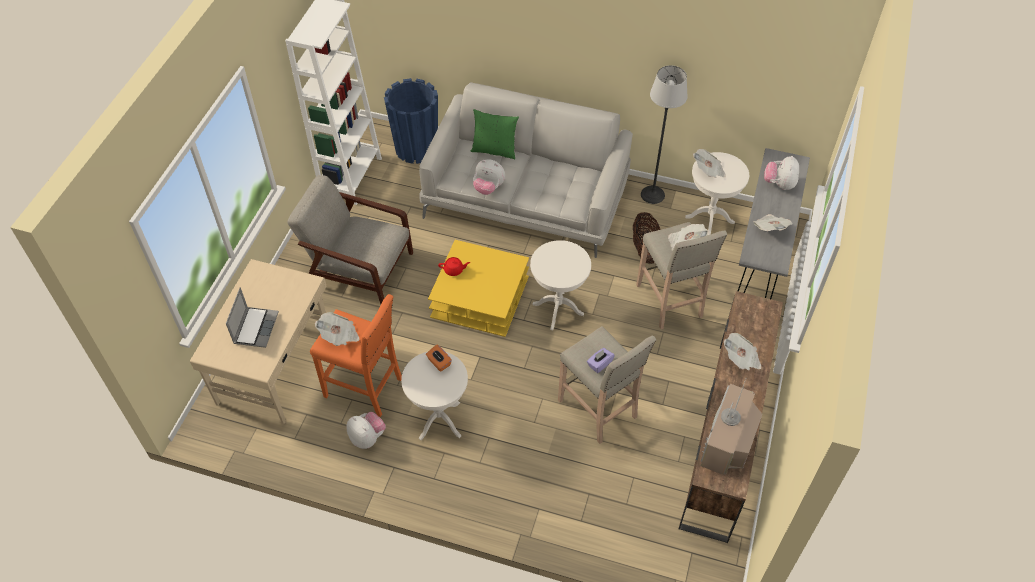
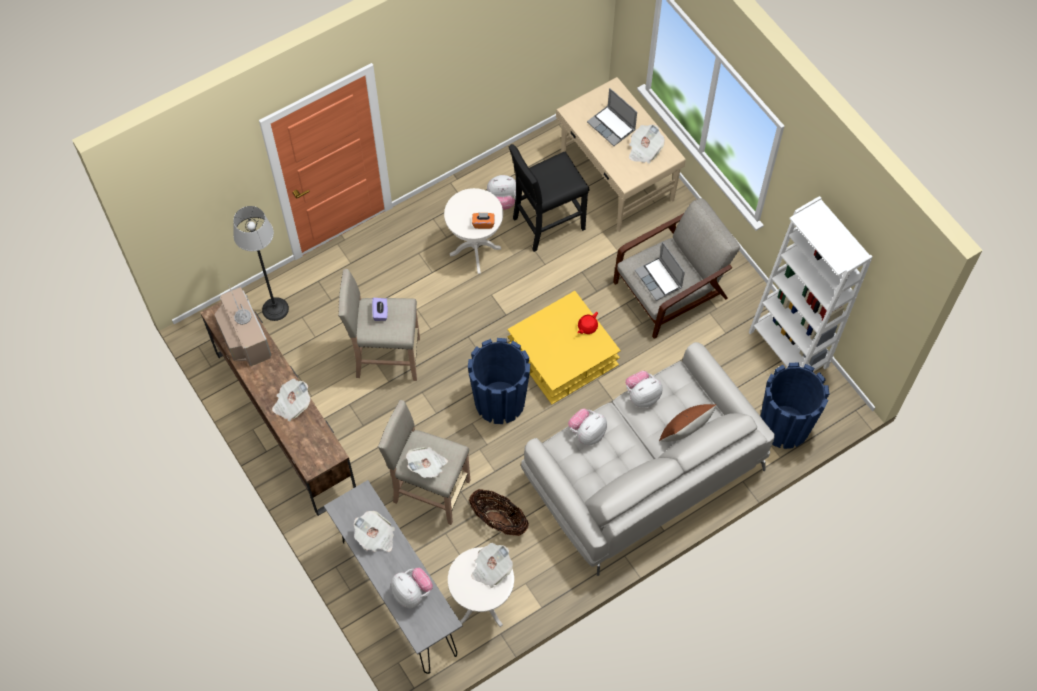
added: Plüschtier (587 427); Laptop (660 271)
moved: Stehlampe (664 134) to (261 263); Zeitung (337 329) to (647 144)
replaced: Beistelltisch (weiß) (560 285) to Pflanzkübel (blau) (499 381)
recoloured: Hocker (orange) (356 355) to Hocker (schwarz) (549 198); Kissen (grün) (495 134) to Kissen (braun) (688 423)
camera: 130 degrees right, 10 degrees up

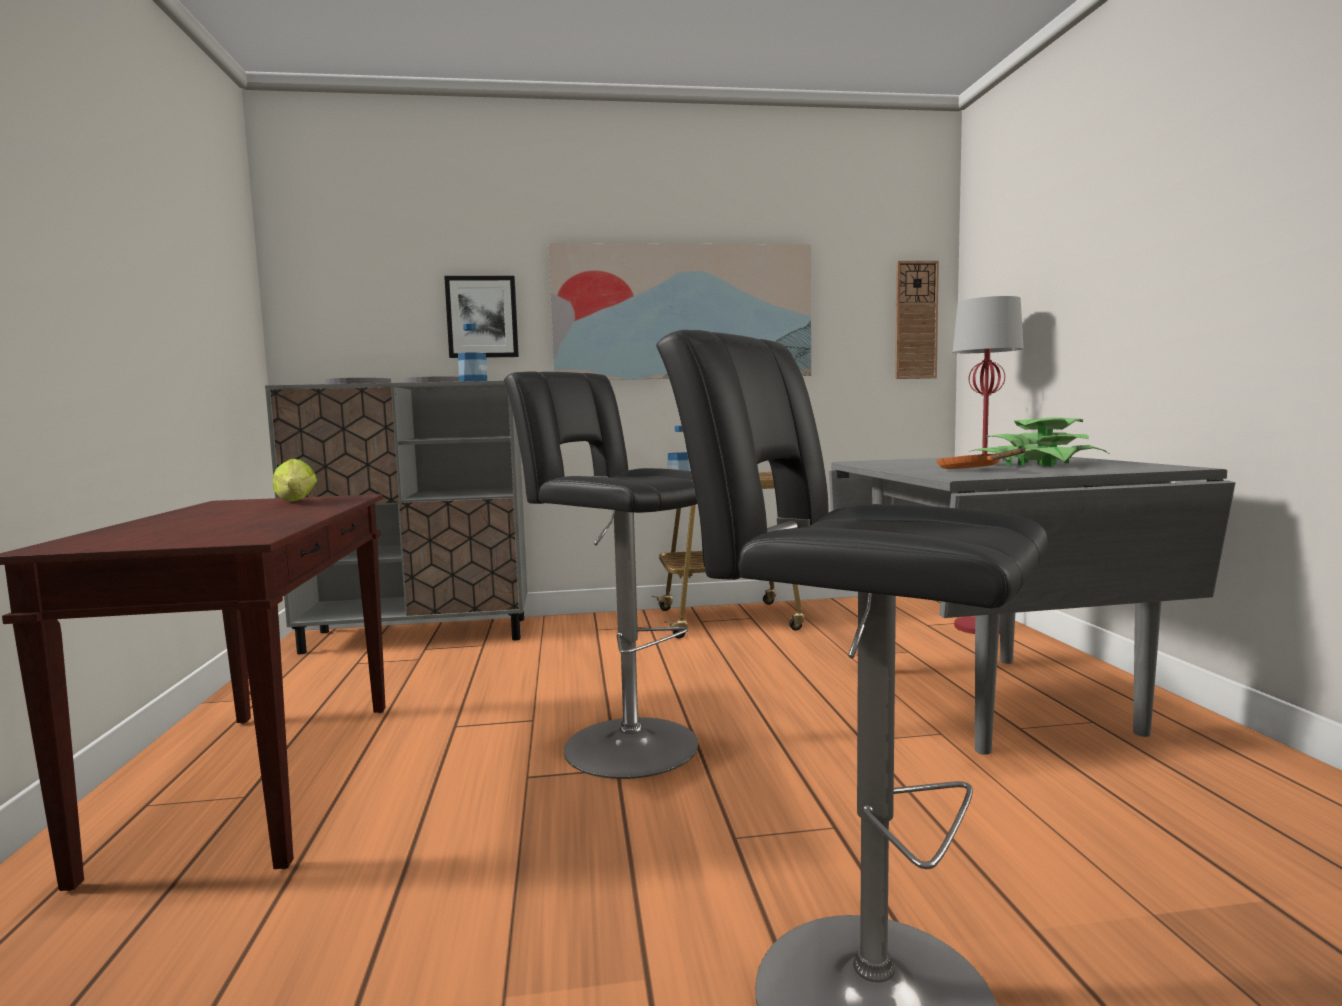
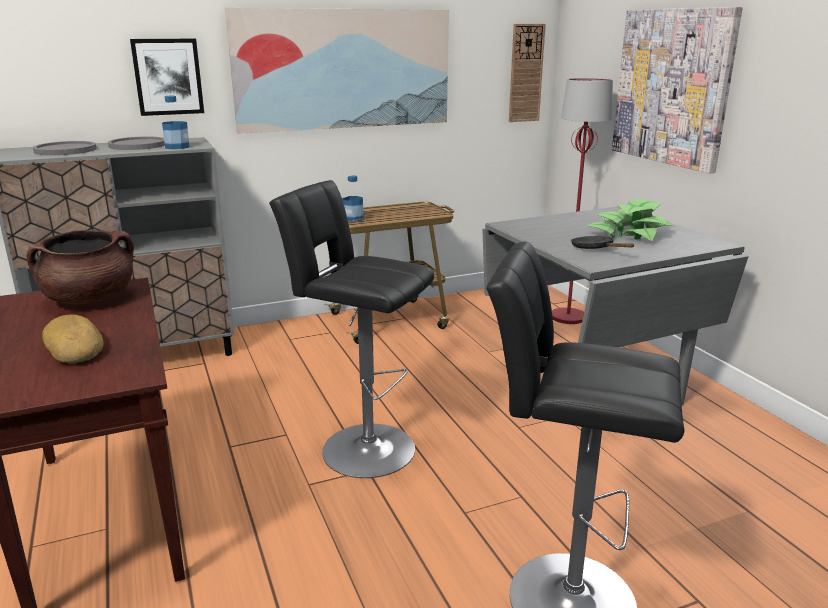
added: Brot (73 338); Bild (677 90)
replaced: Salatkopf (295 480) to Kochtopf (braun) (80 267)
recoloured: Pfanne (orange) (981 458) to Pfanne (schwarz) (602 242)
camera: 15 degrees left, 15 degrees up

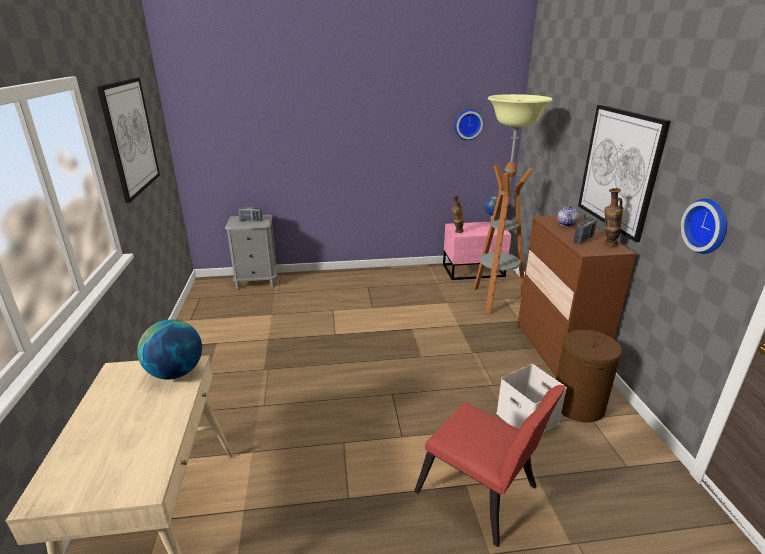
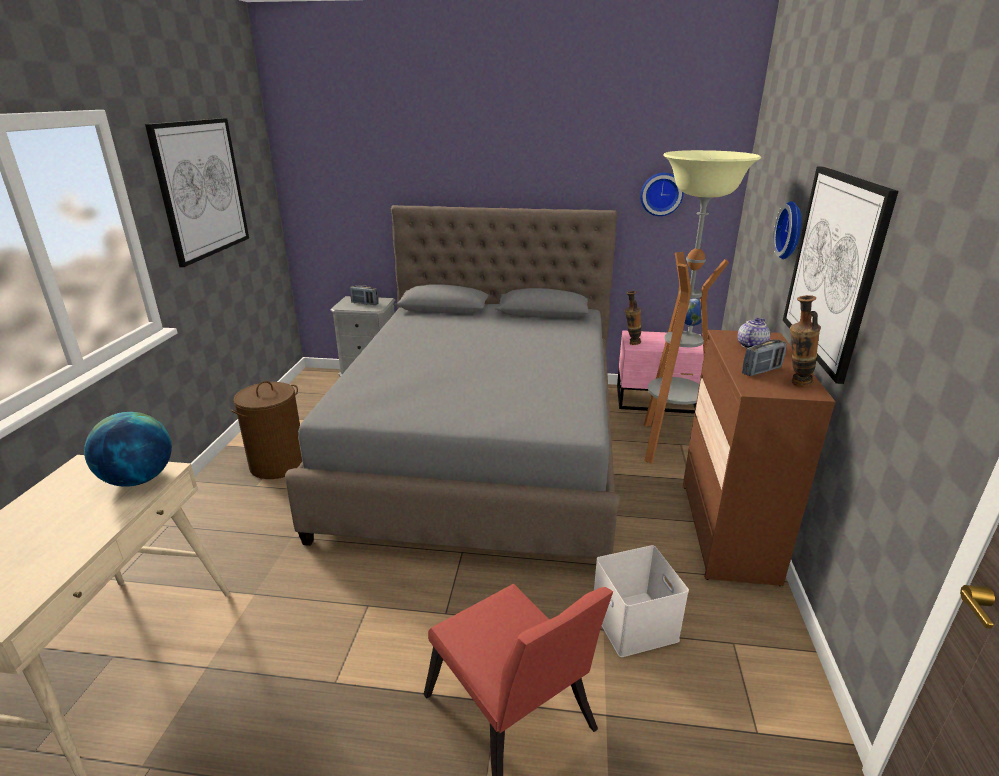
added: Bett (grau) (452 382)
moved: Wäschekorb (braun) (589 376) to (266 430); Wanduhr (704 226) to (787 230)
camera: 15 degrees right, 0 degrees up

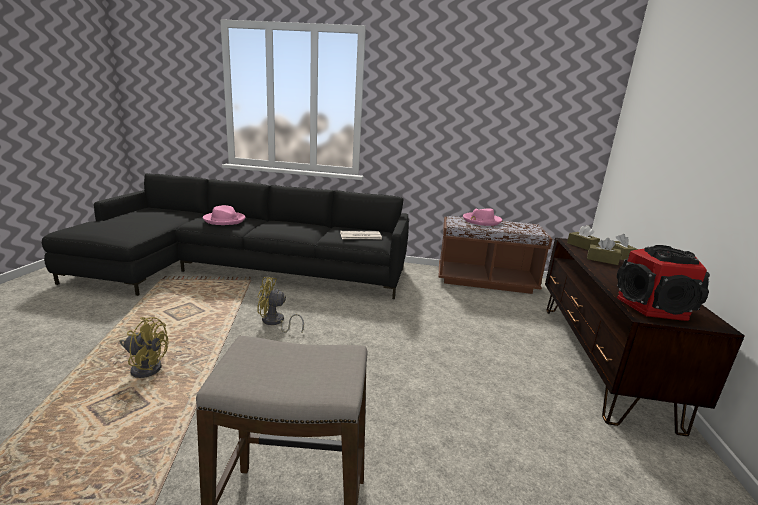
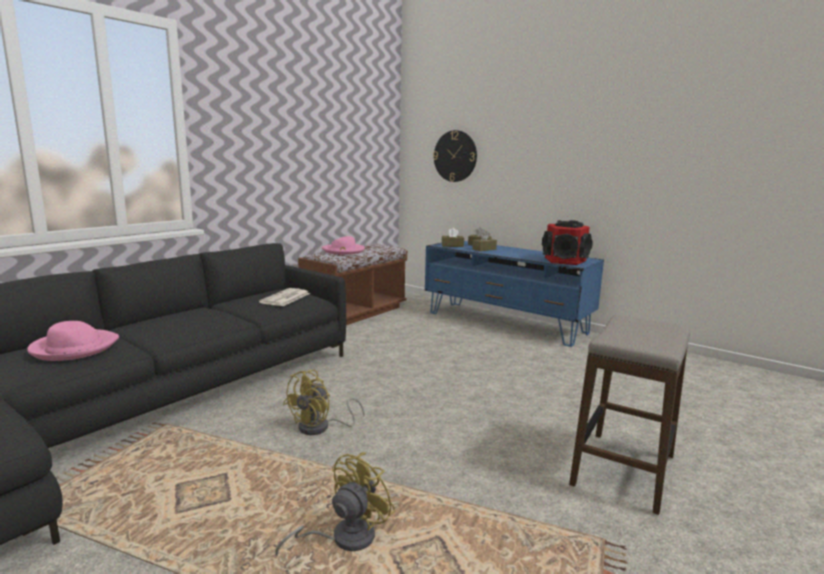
added: Wanduhr (455 156)
recoloured: Fernsehschrank (braun) (645 337) to Fernsehschrank (blau) (514 294)
camera: 60 degrees left, 5 degrees down

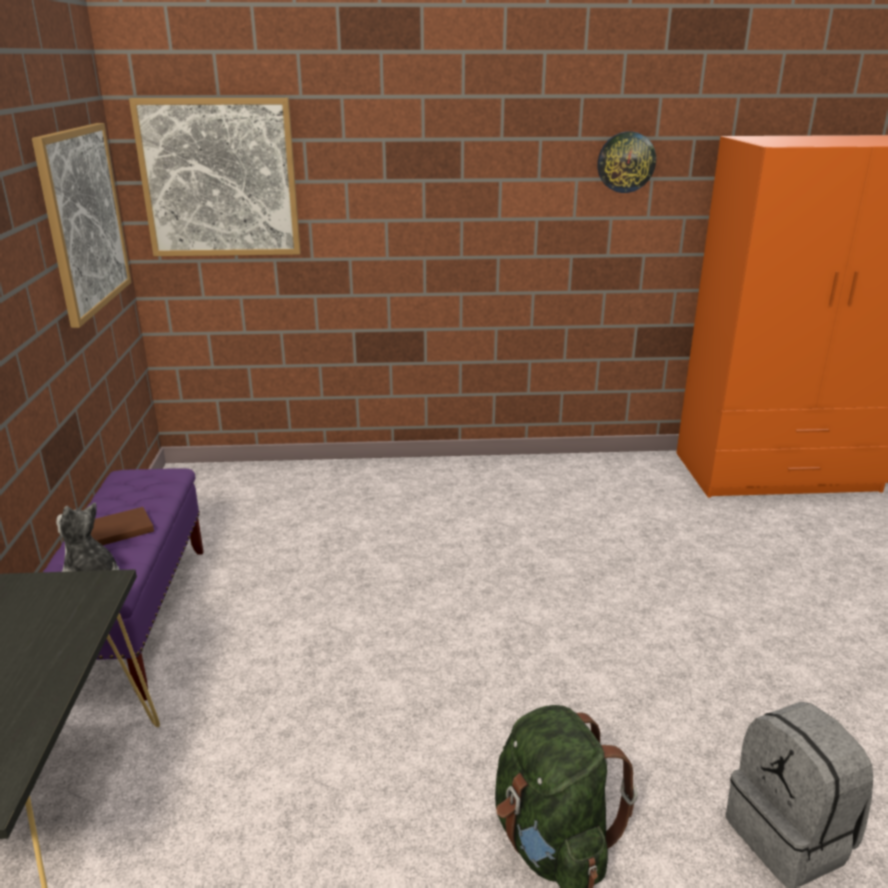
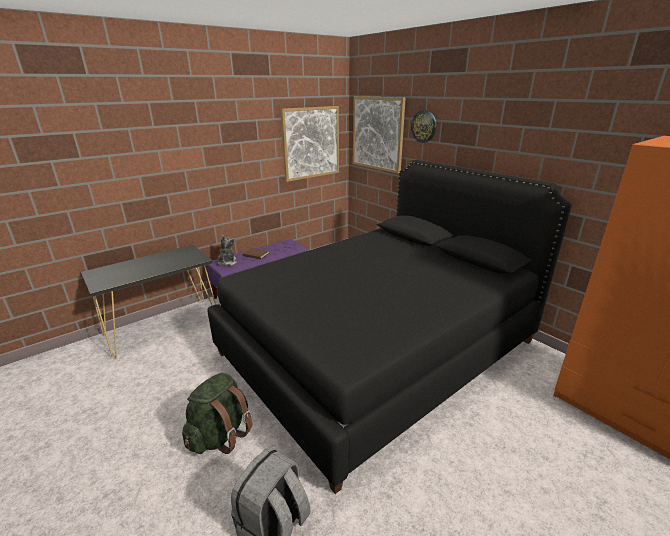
added: Bett (schwarz) (389 327)
moved: Wanduhr (626 162) to (424 126)
camera: 55 degrees right, 0 degrees up

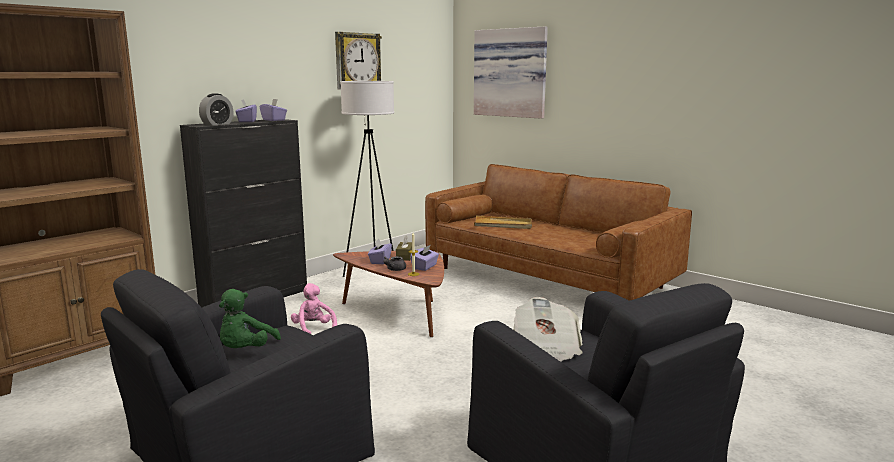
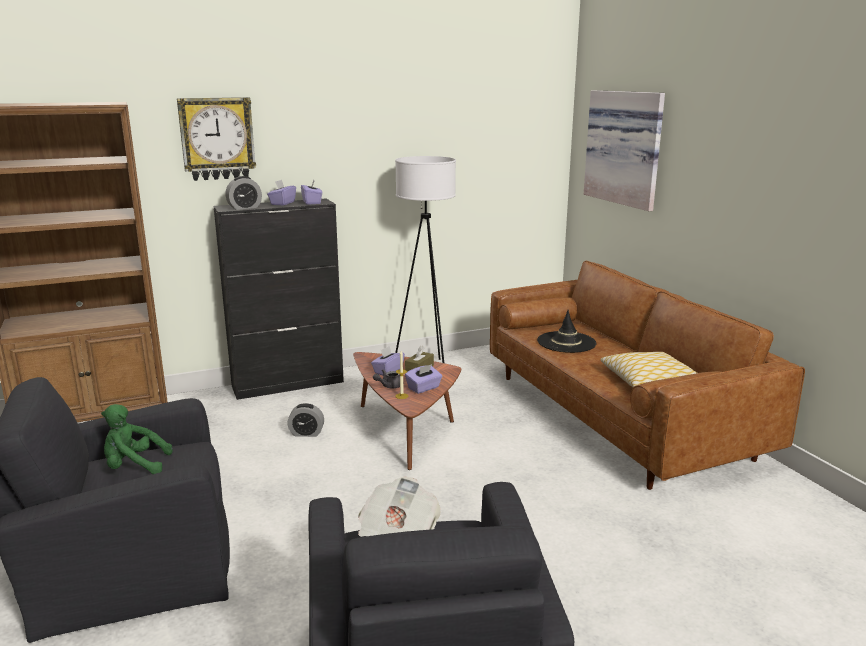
added: Kissen (648 369)
moved: Wanduhr (358 61) to (216 139)
replaced: Plüschtier (rosa) (314 308) to Wecker (305 420); Tablett (beige) (503 222) to Hut (schwarz) (566 331)
turned: Plüschtier (grün) (250 318) = (137 439) 45 degrees clockwise
camera: 25 degrees right, 5 degrees up

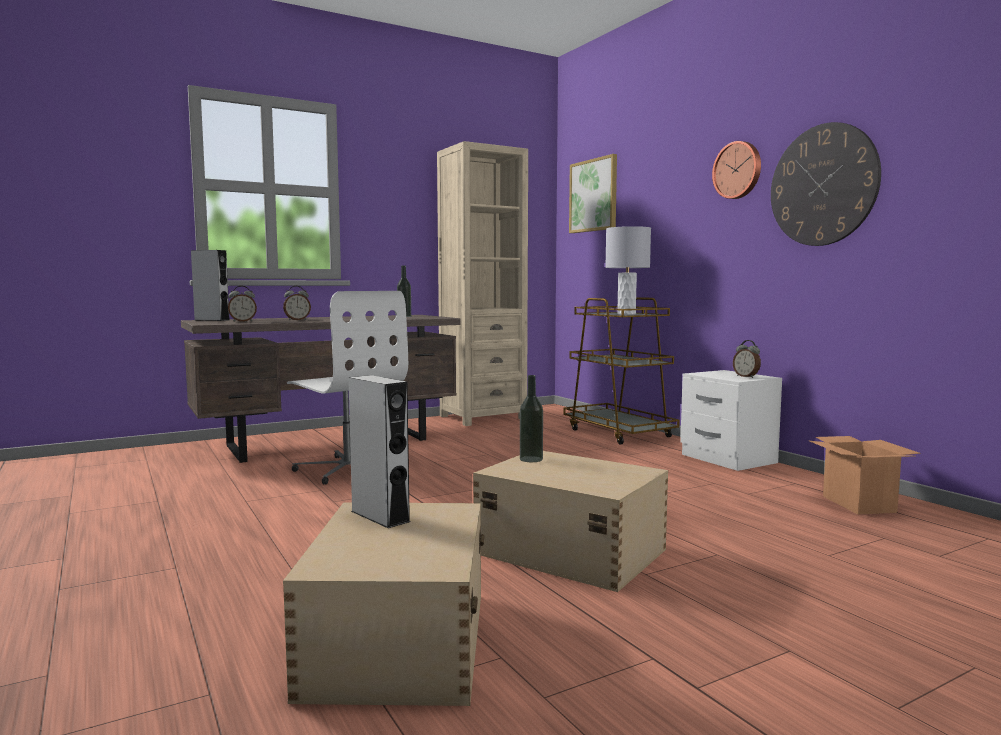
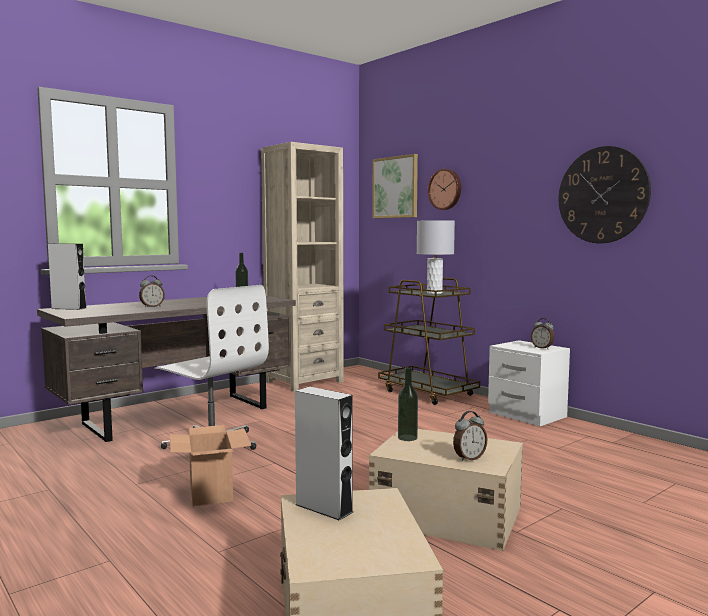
moved: Karton (864 475) to (210 465); Wanduhr (736 170) to (444 189); Wecker (242 304) to (470 436)
camera: 10 degrees left, 0 degrees up

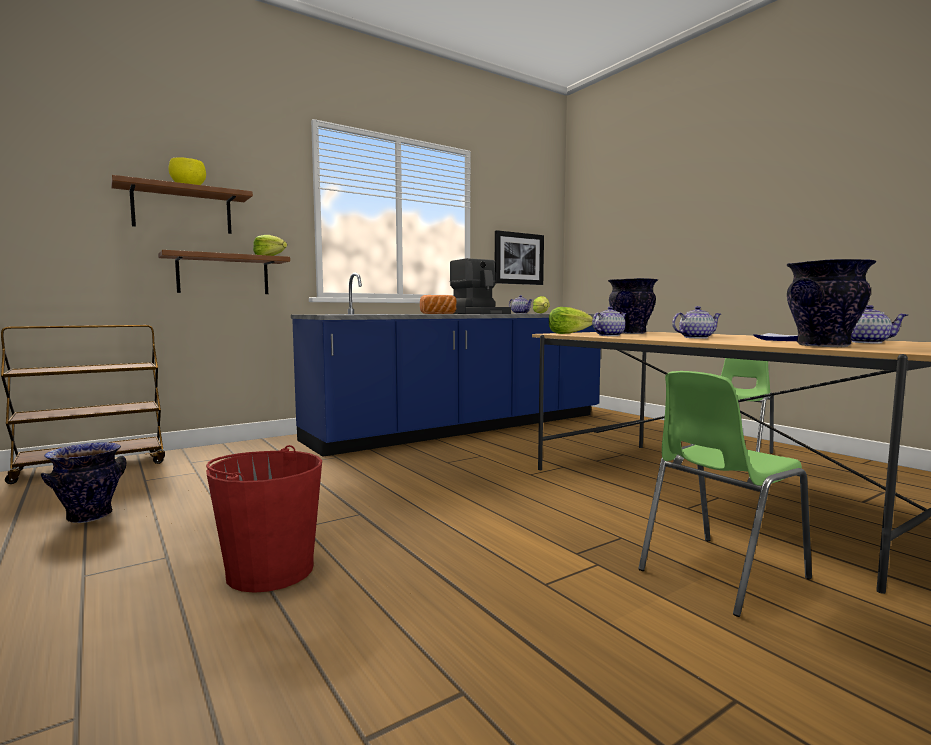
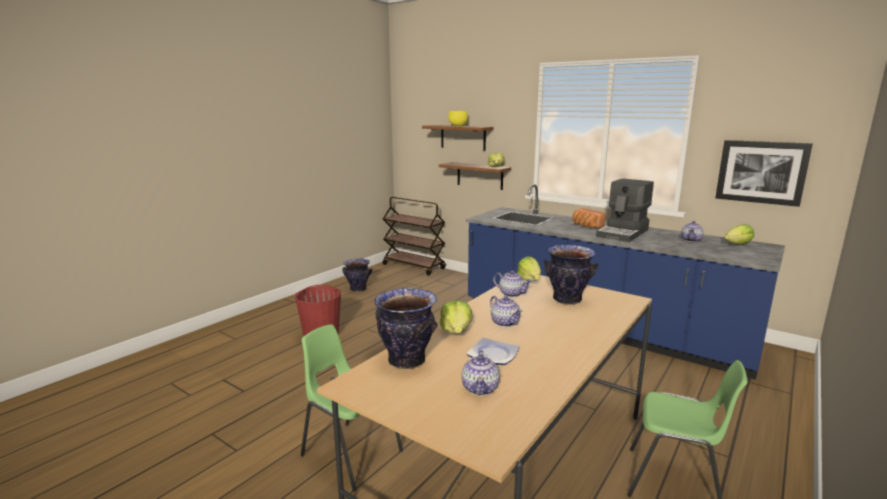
added: Salatkopf (456 317)
camera: 70 degrees right, 10 degrees up

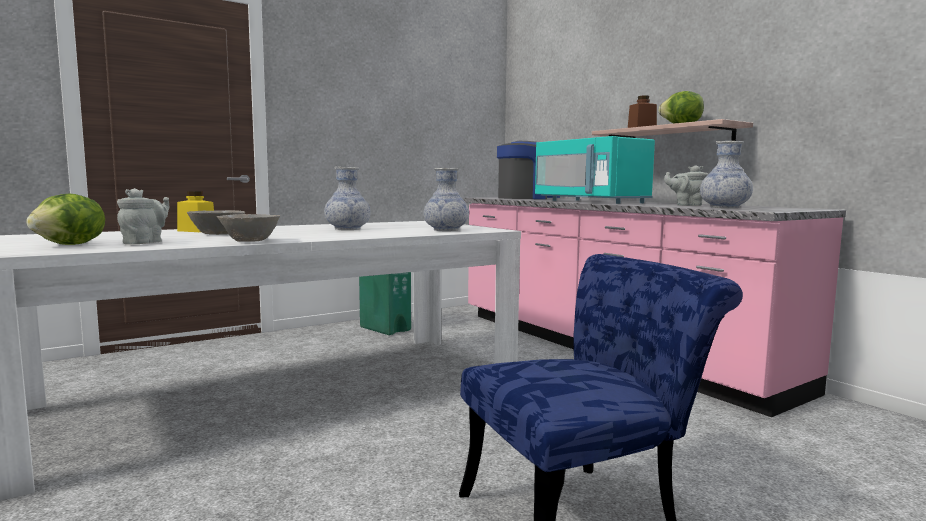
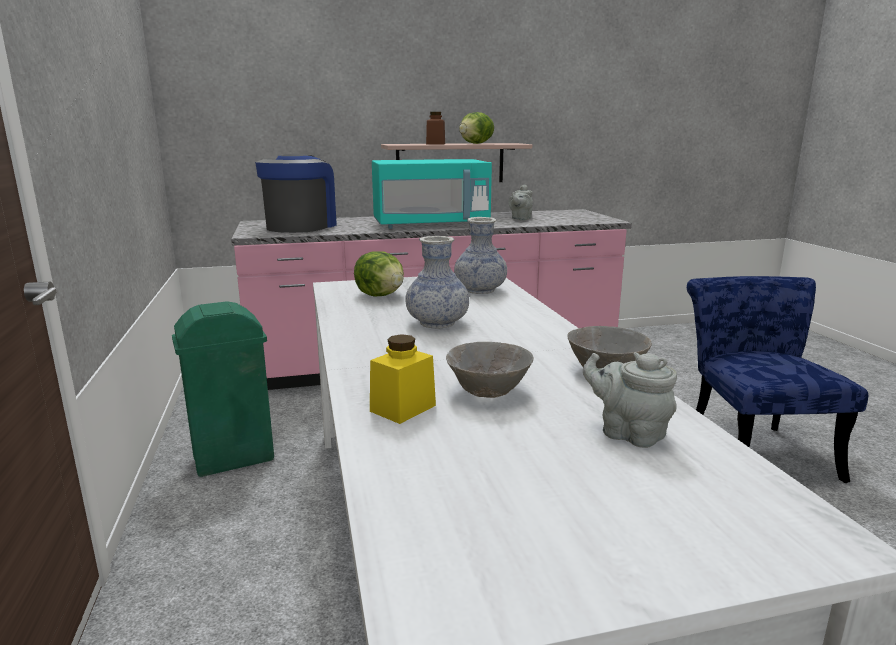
removed: Vase (726 174)
moved: Salatkopf (65 219) to (379 273)
camera: 70 degrees left, 10 degrees up

